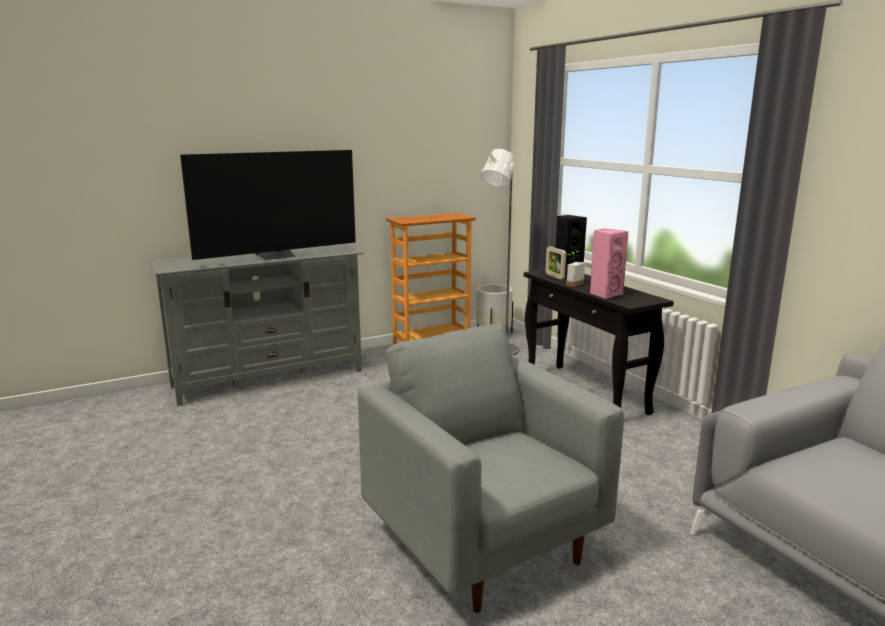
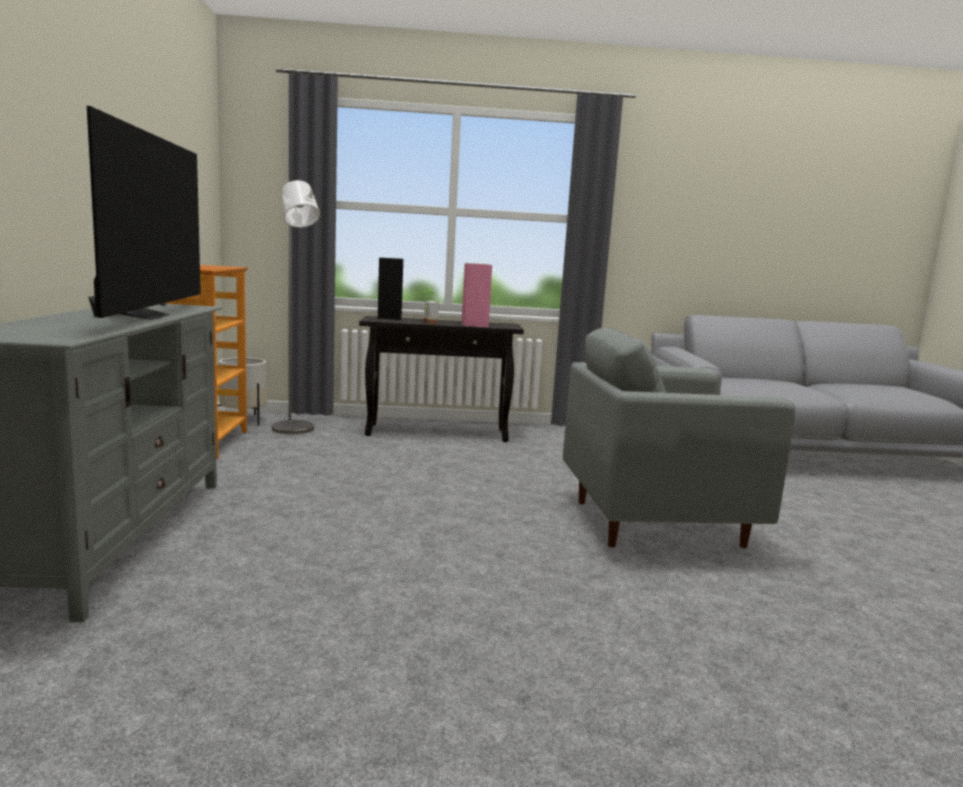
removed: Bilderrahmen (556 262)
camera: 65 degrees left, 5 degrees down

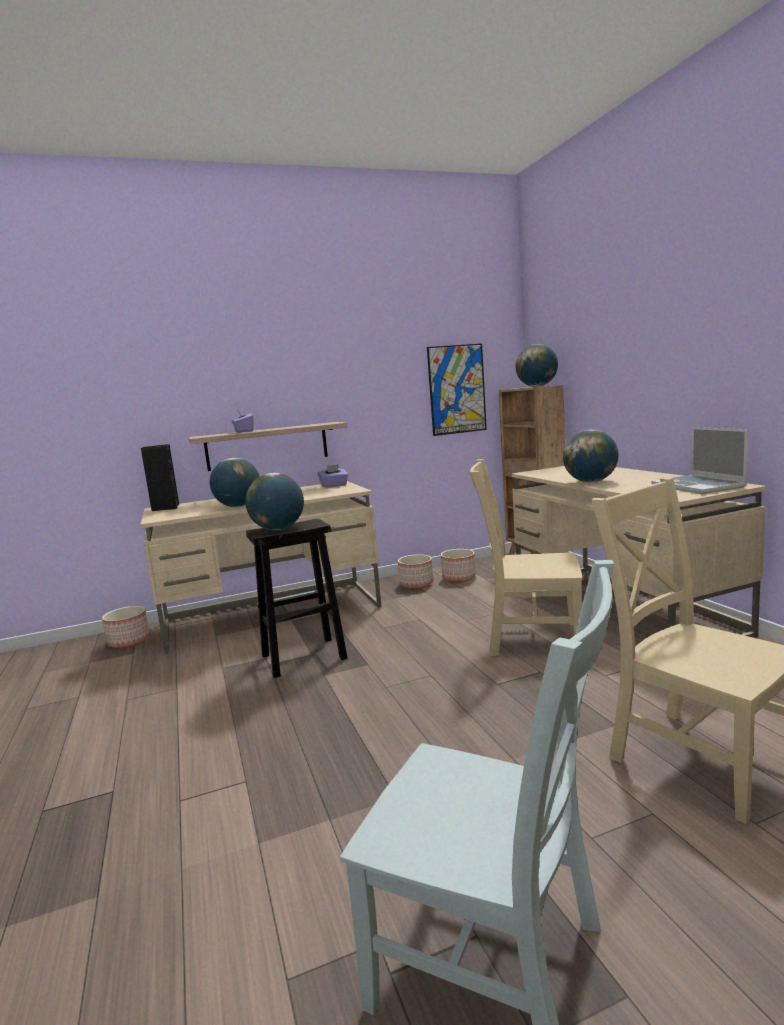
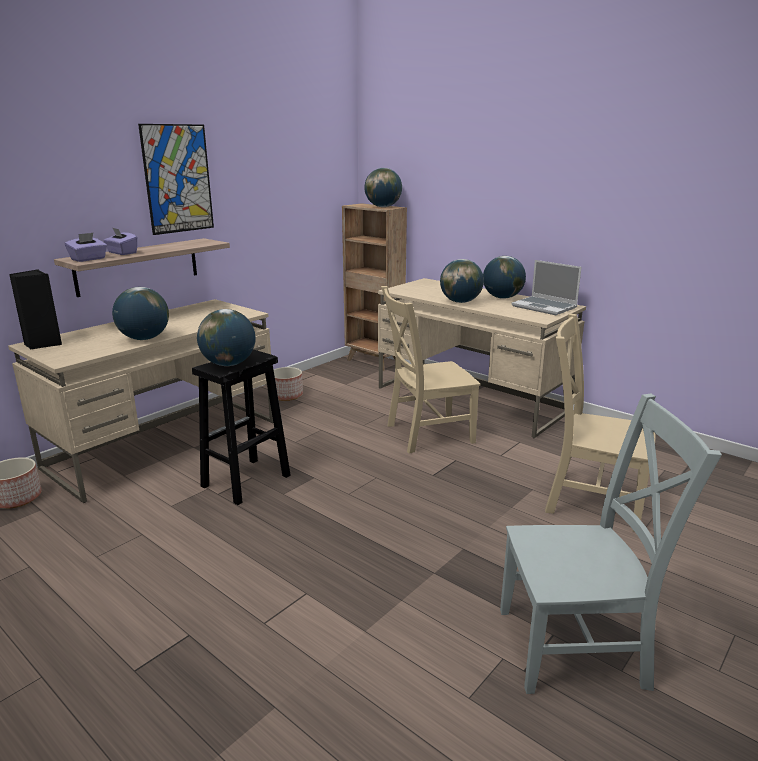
removed: Pflanzkübel (458 565)
added: Globus (504 277)
moved: Taschentuchbox (lila) (333 476) to (86 247); Bild (457 390) to (176 179)
camera: 30 degrees left, 10 degrees up

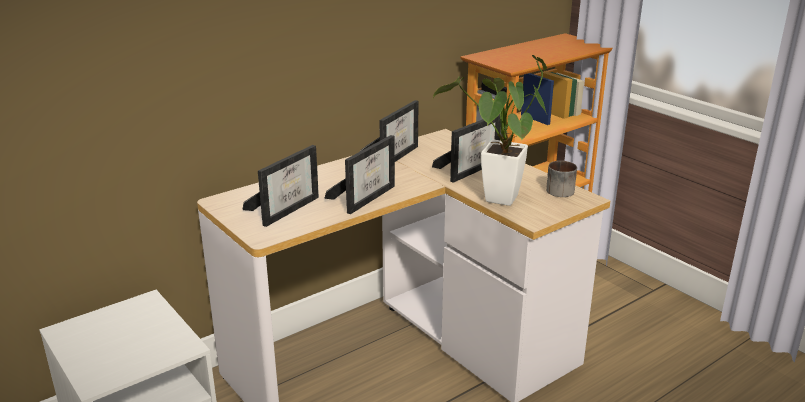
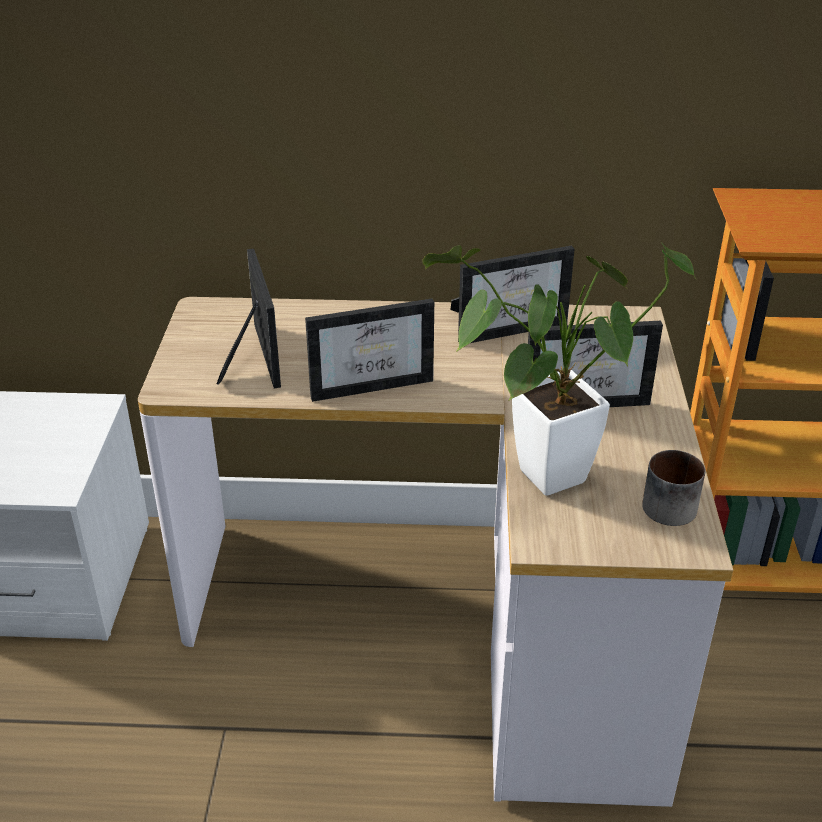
turned: Bilderrahmen (281 186) = (249 318) 90 degrees counterclockwise
camera: 40 degrees right, 10 degrees up

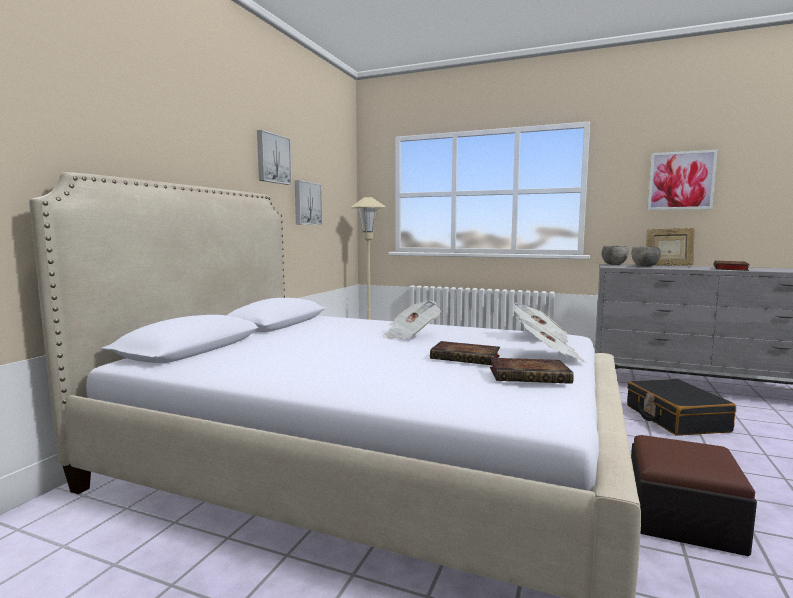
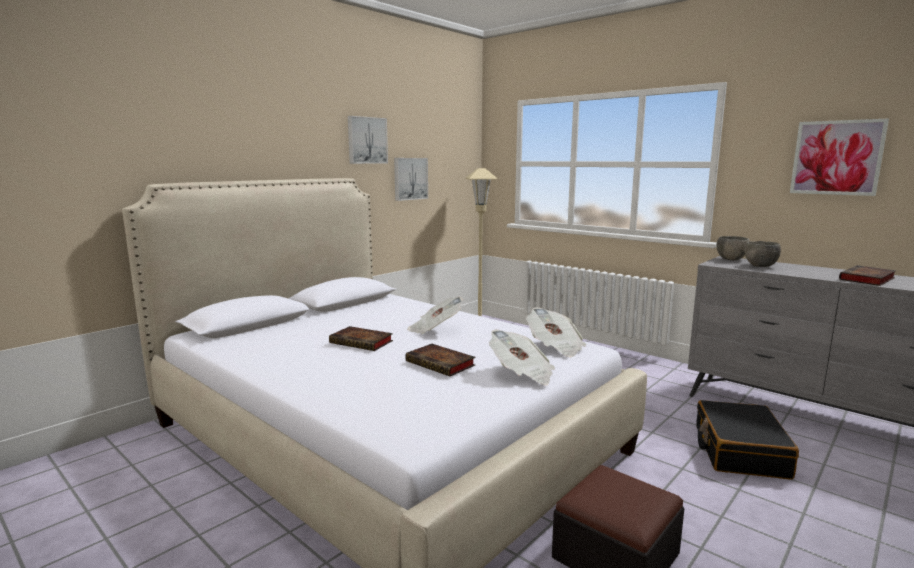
removed: Bilderrahmen (670 247)
moved: Buch (532 371) to (361 338)
camera: 20 degrees right, 5 degrees up

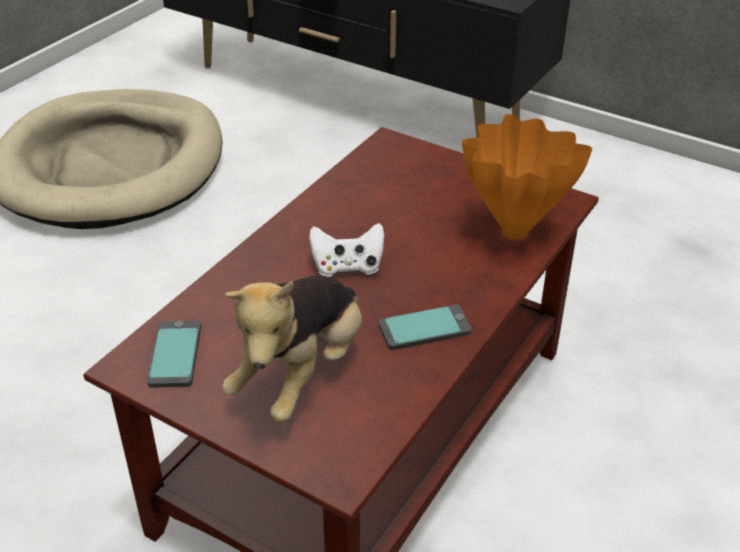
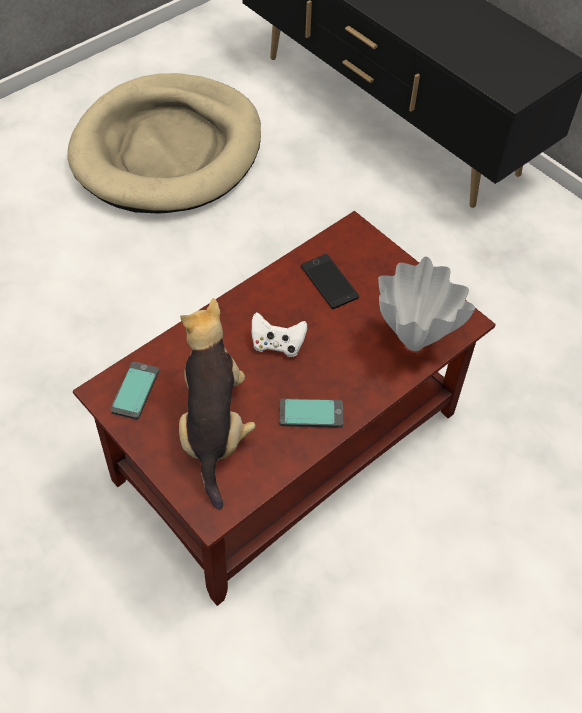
added: Handy (330 281)
recoloured: Vase (orange) (527 177) to Vase (weiß) (426 304)
turned: Plüschtier (292 348) = (217 403) 135 degrees clockwise
camera: 15 degrees right, 15 degrees up

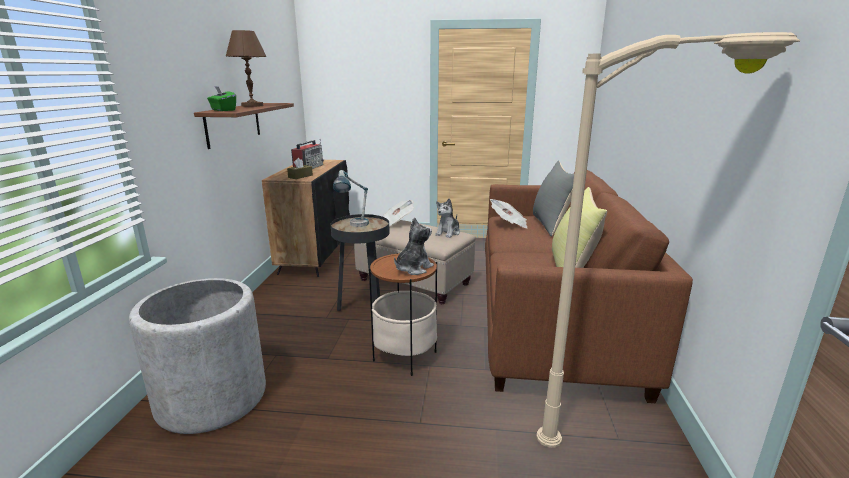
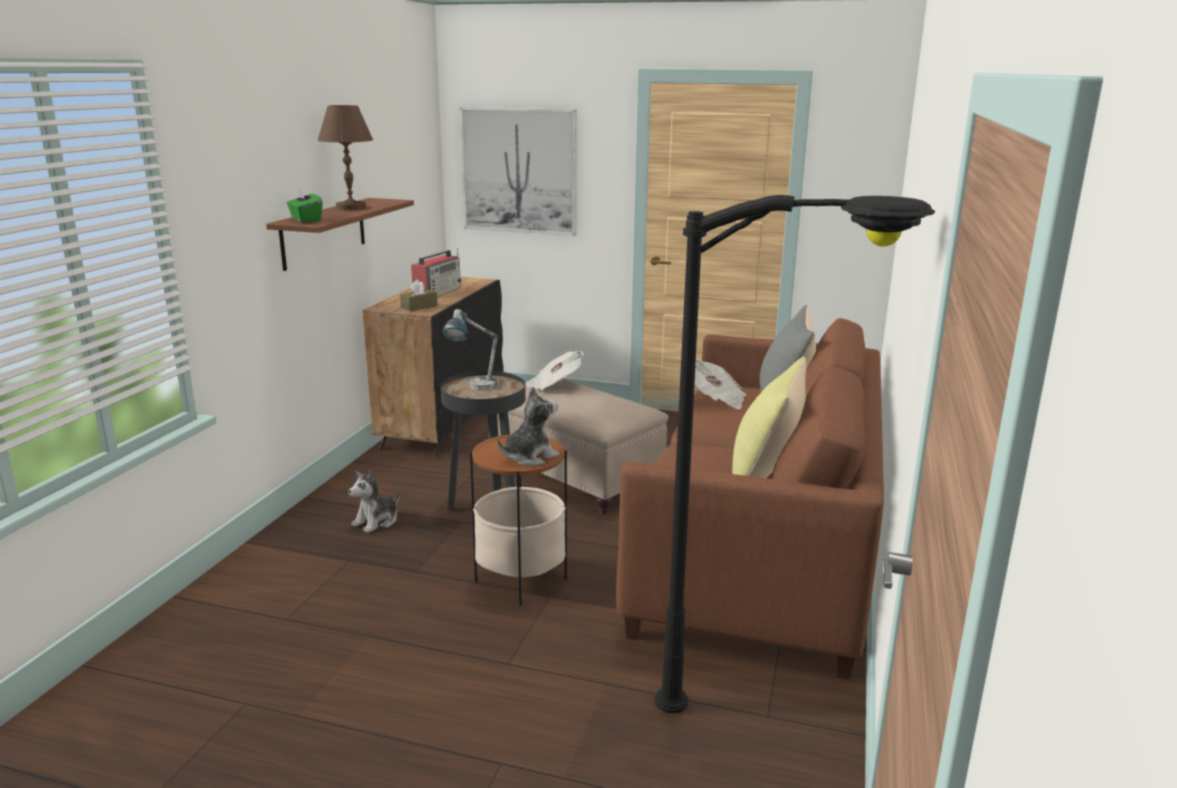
removed: Pflanzkübel (grau) (197 356)
added: Bild (518 171)
moved: Plüschtier (447 218) to (374 501)
recoloured: Stehlampe (beige) (668 240) to Stehlampe (schwarz) (795 454)
camera: 10 degrees right, 0 degrees up

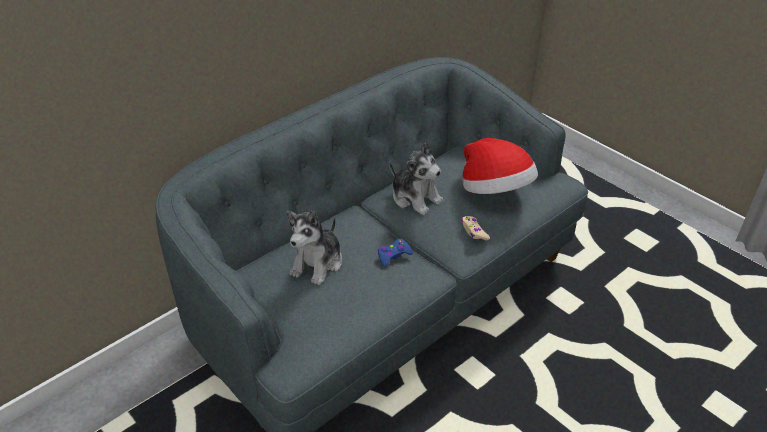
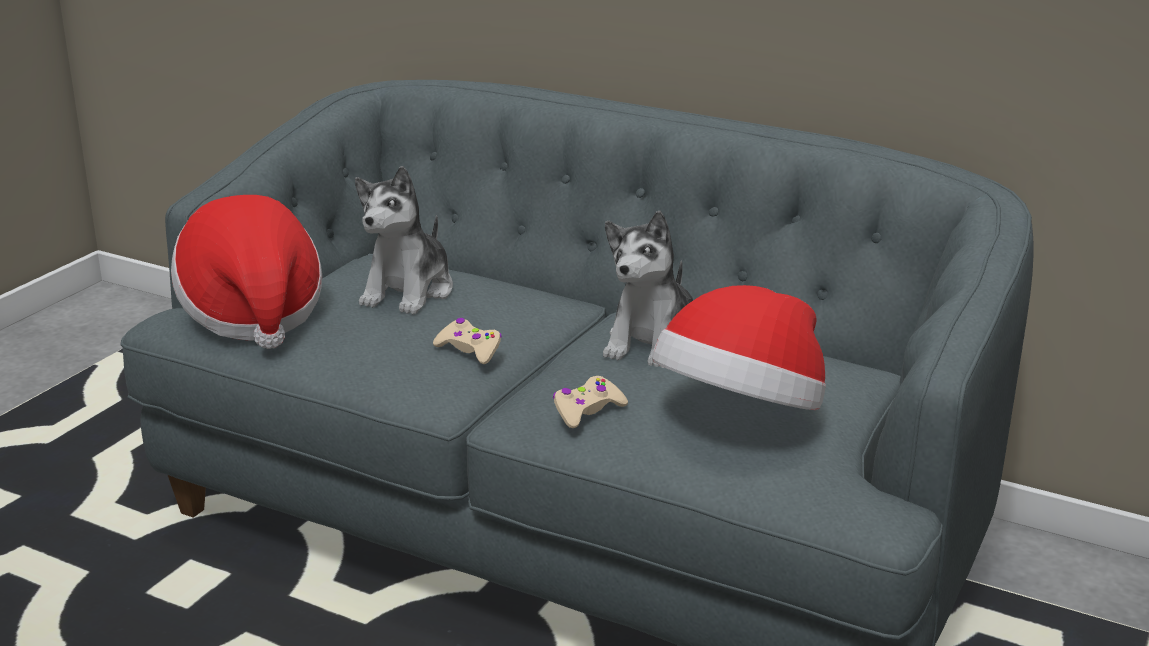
added: Hut (246 272)
recoloured: Gamepad (blau) (395 253) to Gamepad (beige) (467 341)
turned: Plüschtier (314 248) = (404 240) 75 degrees counterclockwise
camera: 70 degrees right, 15 degrees down

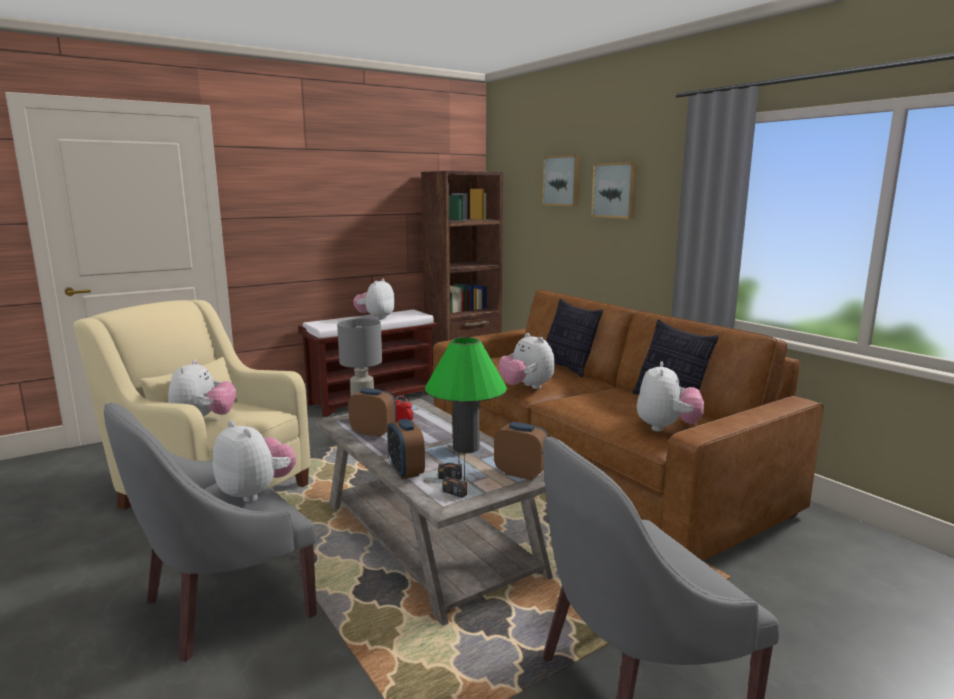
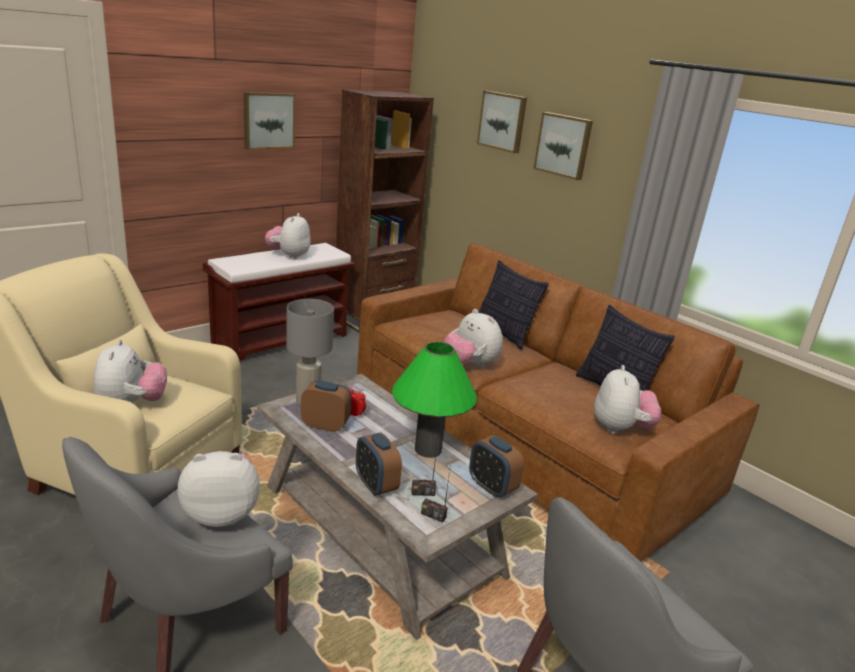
added: Bild (269 121)
turned: Plüschtier (254 461) = (219 489) 45 degrees counterclockwise; Wecker (521 451) = (496 466) 150 degrees counterclockwise
camera: 10 degrees left, 10 degrees up

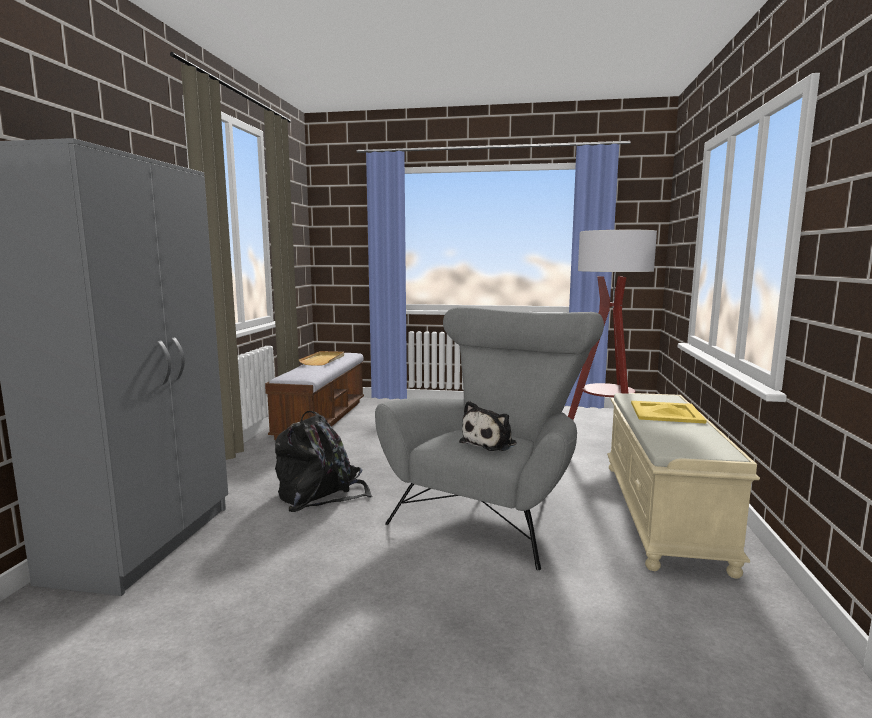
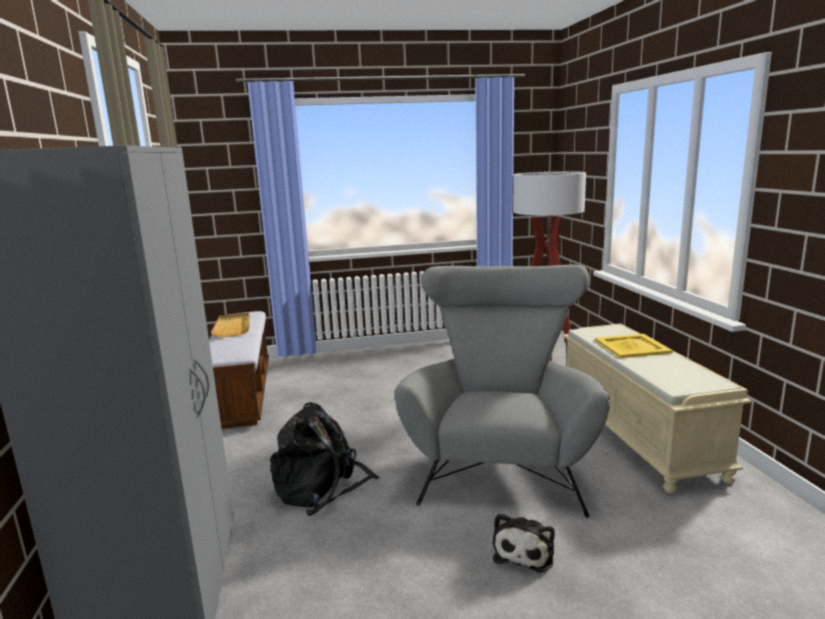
moved: Plüschtier (488 426) to (524 543)
camera: 20 degrees left, 5 degrees up

